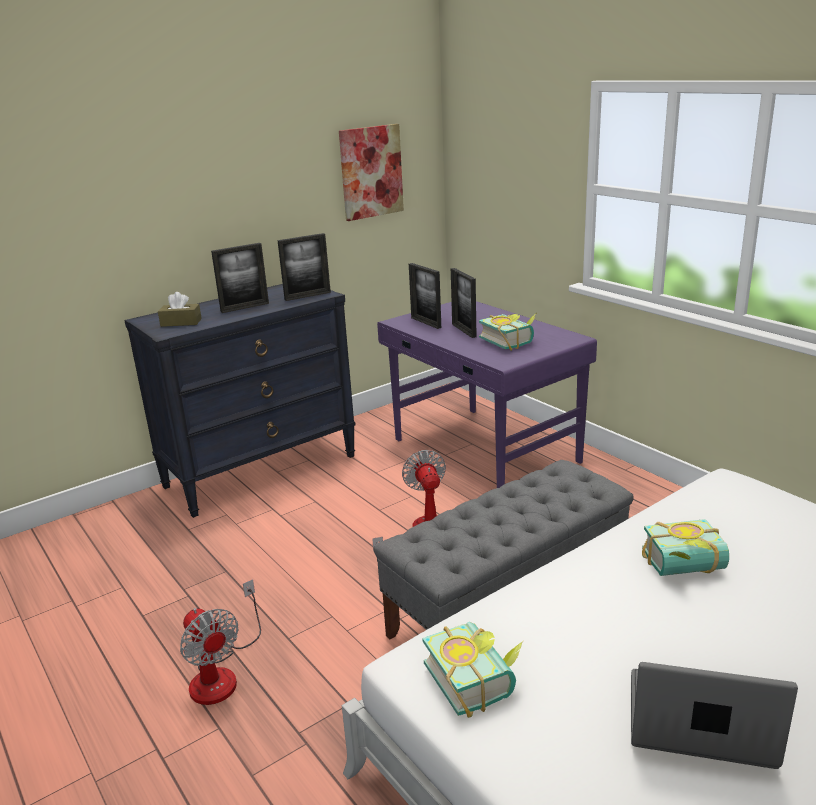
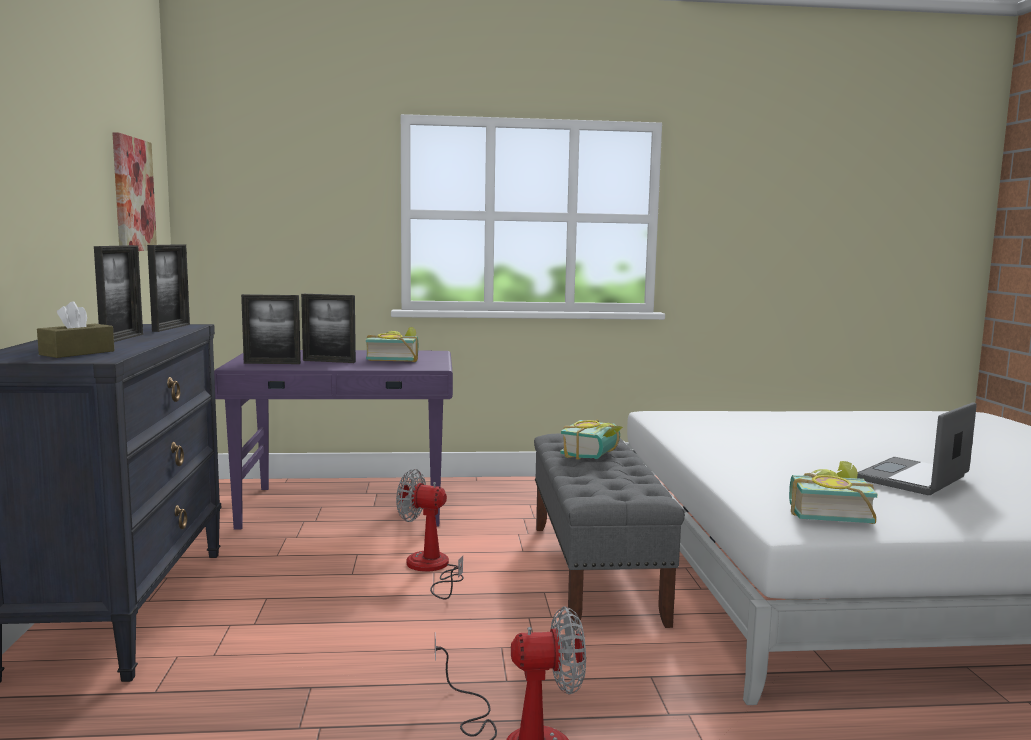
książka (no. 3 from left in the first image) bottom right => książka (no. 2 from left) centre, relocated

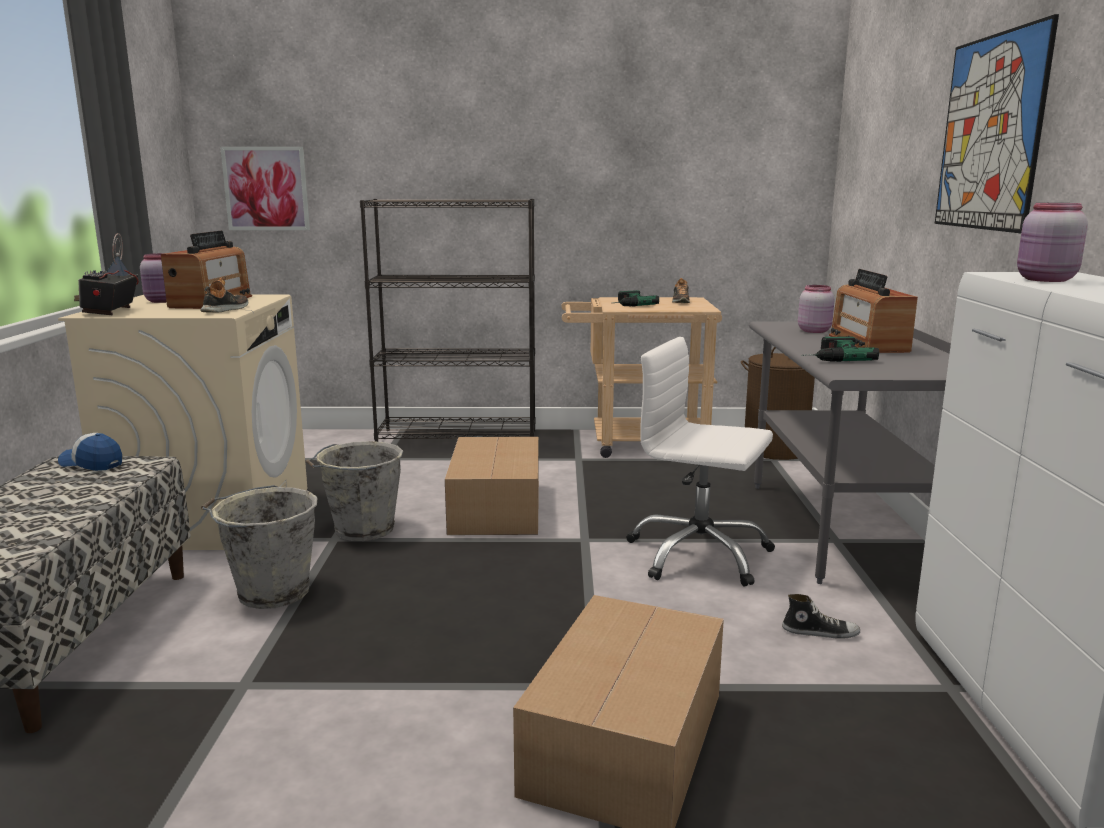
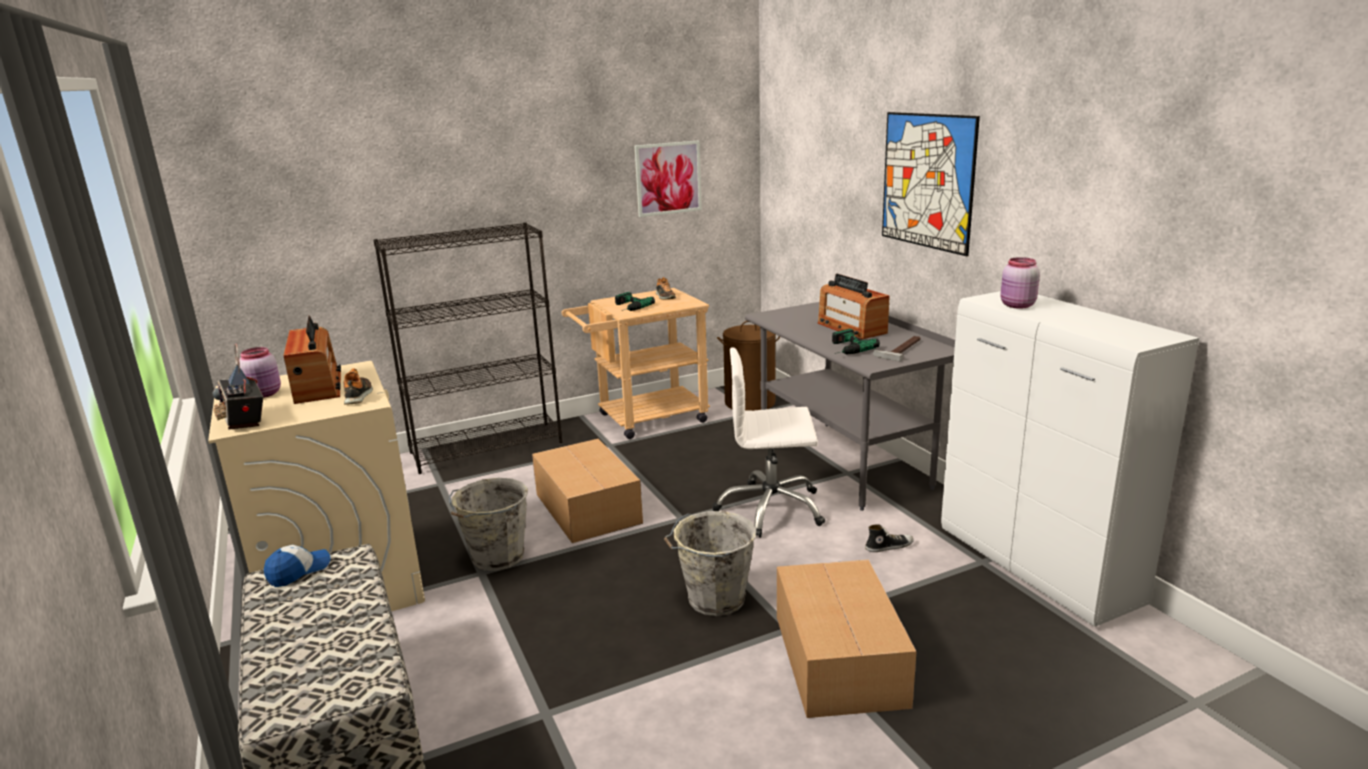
czapka z daszkiem middle left => czapka z daszkiem bottom left, 135 degrees clockwise
wiadro [szary] (no. 1 from left in the first image) middle left => wiadro [szary] (no. 2 from left) bottom centre, relocated
obraz (no. 1 from left) top left => obraz (no. 1 from left) top centre, relocated
słoik [różowy] (no. 2 from left) middle right => nothing
nothing => młotek centre

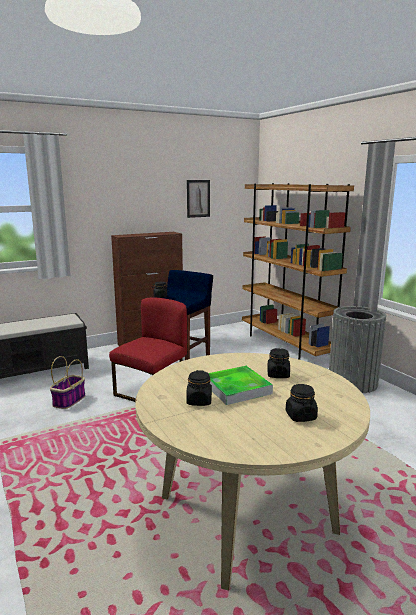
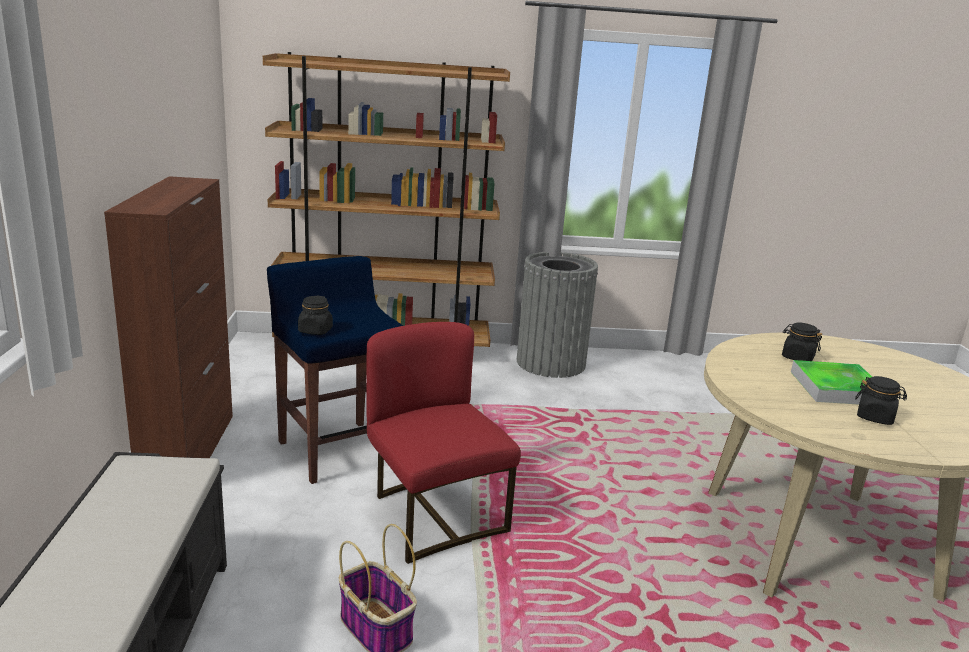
obraz top centre => nothing
słoik [czarny] (no. 4 from left) middle right => nothing

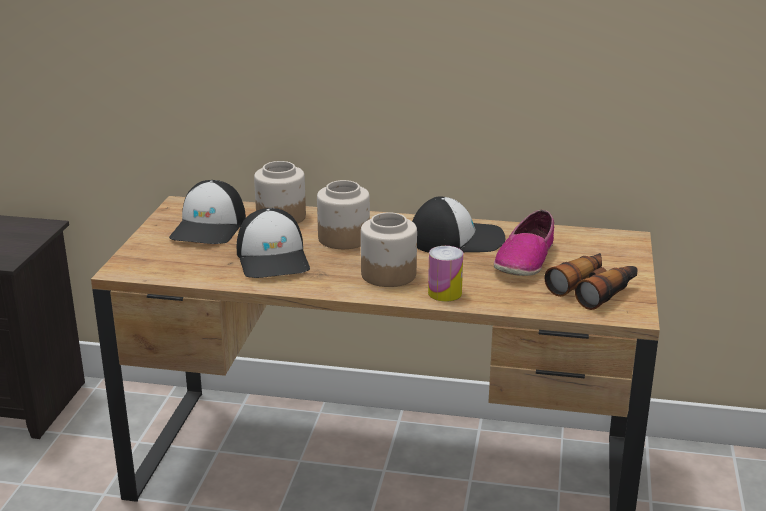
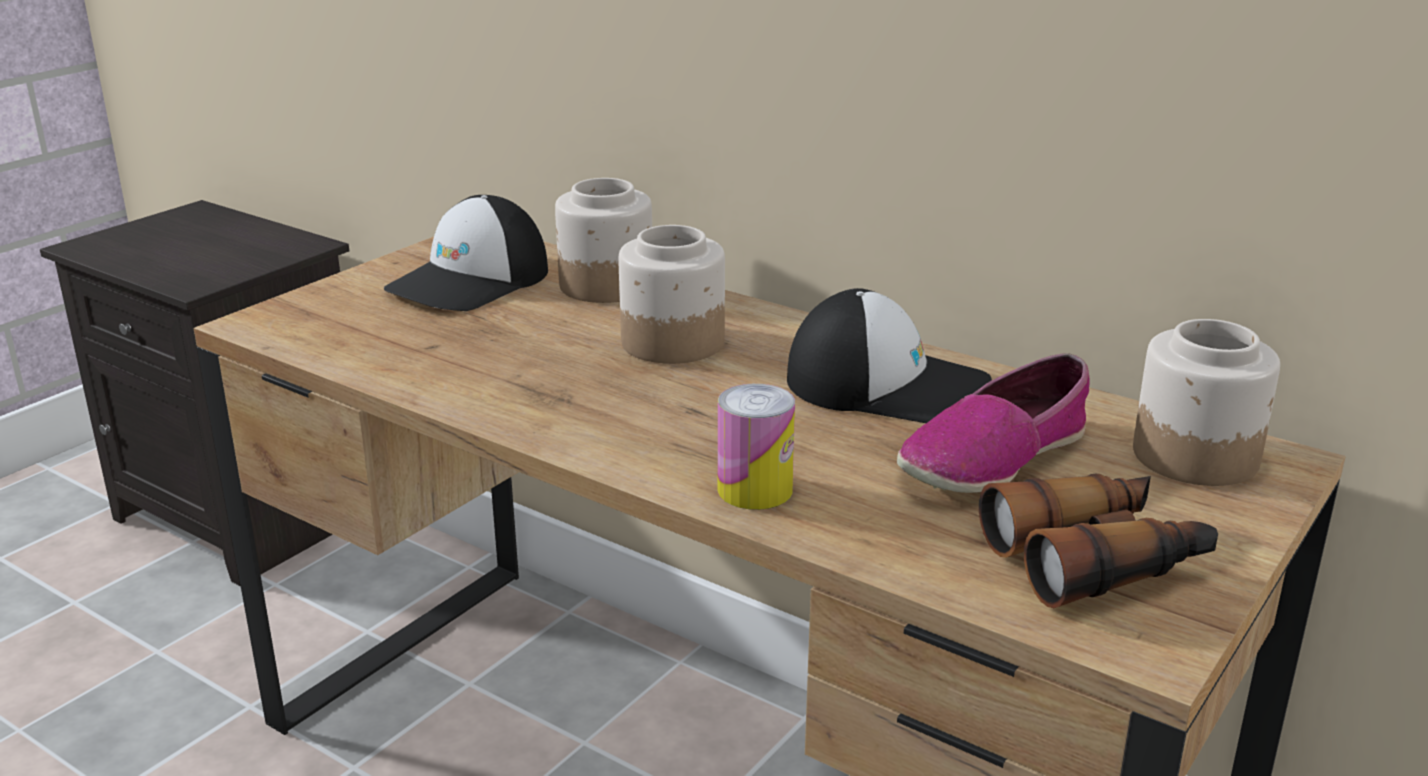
czapka z daszkiem (no. 2 from left) centre => nothing
słoik (no. 3 from left) centre => słoik (no. 3 from left) middle right, relocated

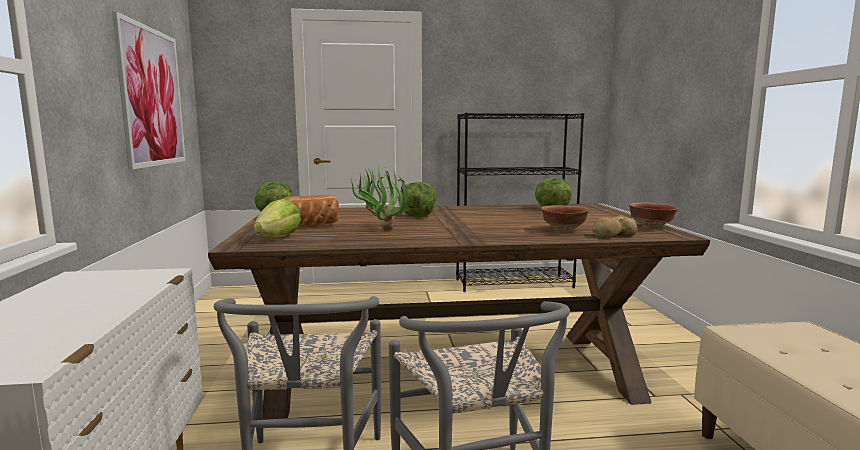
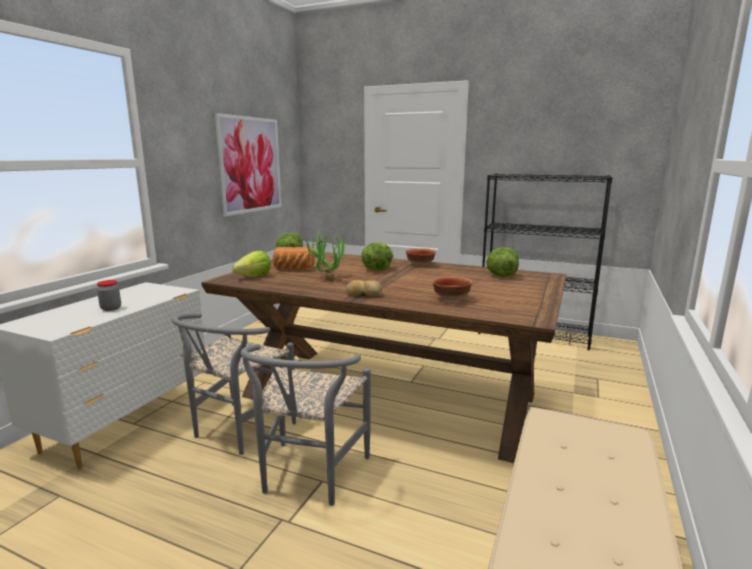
chleb (no. 2 from left) middle right => chleb (no. 2 from left) centre, relocated
miska (no. 2 from left in the first image) middle right => miska (no. 1 from left) centre, relocated
nothing => słoik middle left

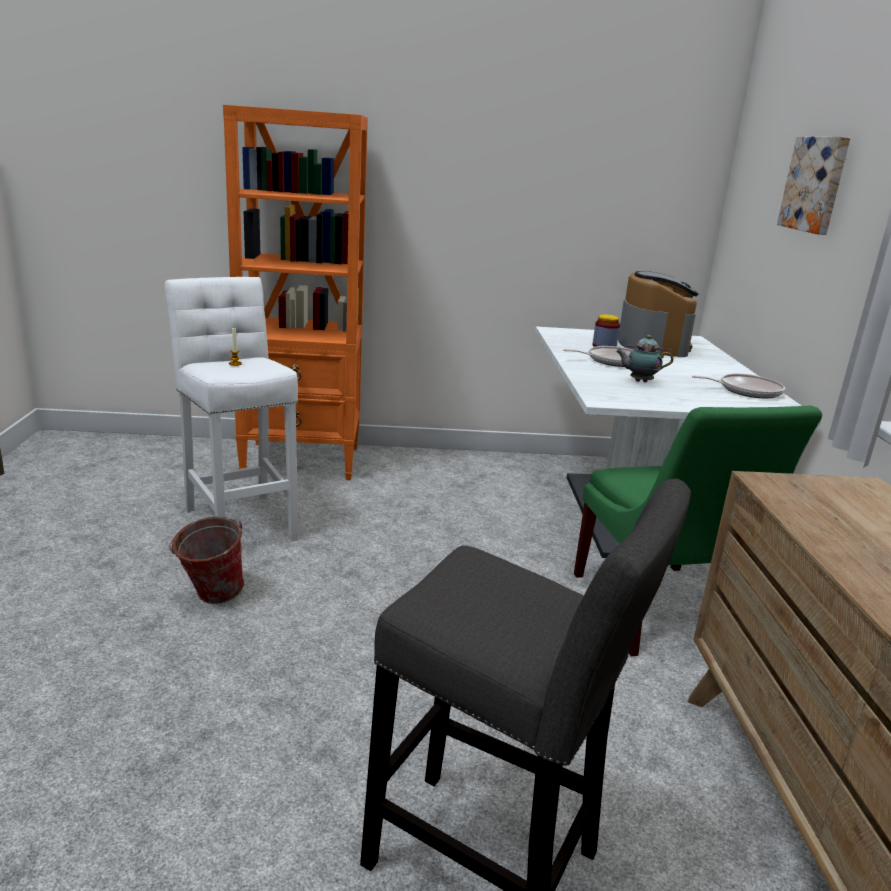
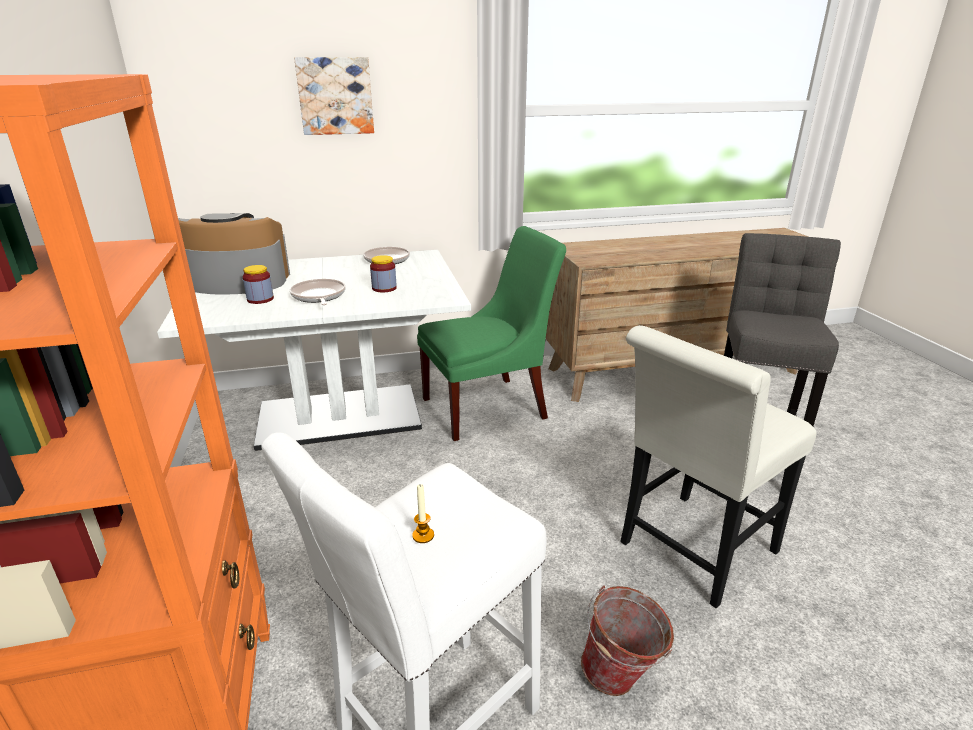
imbryk middle right => słoik (no. 2 from left) centre
nothing => krzesło [biały] middle right

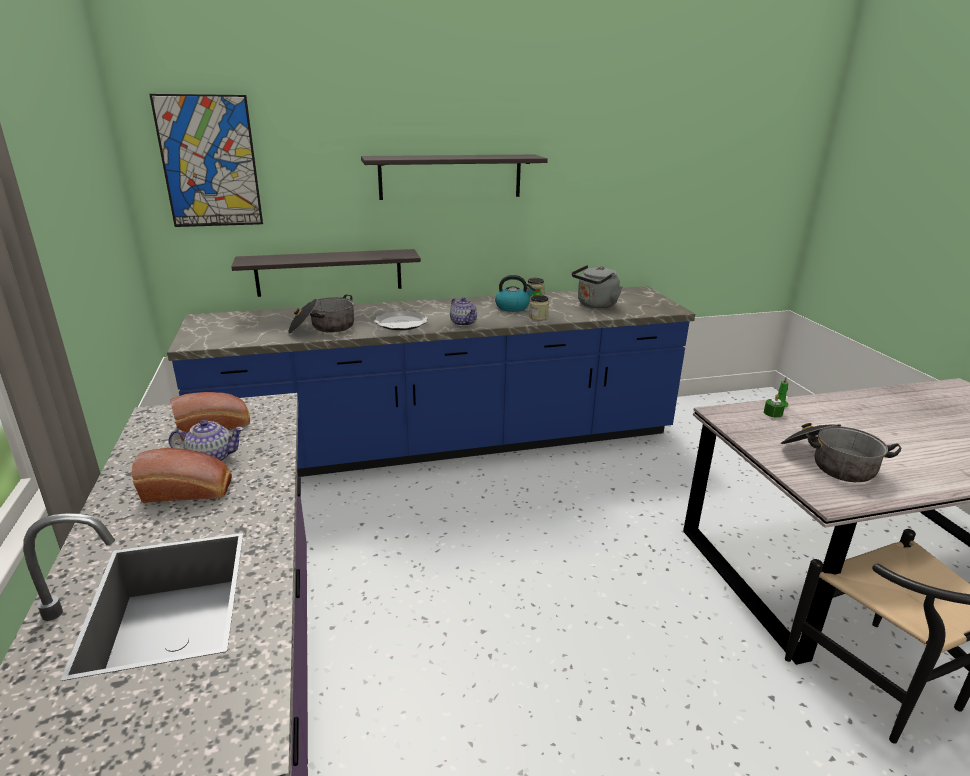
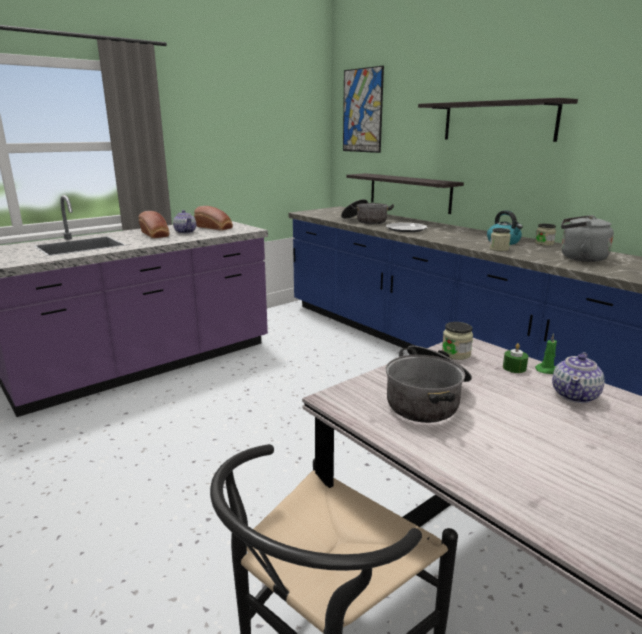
imbryk (no. 2 from left) centre => imbryk (no. 2 from left) middle right, relocated
nothing => słoik (no. 1 from left) middle right

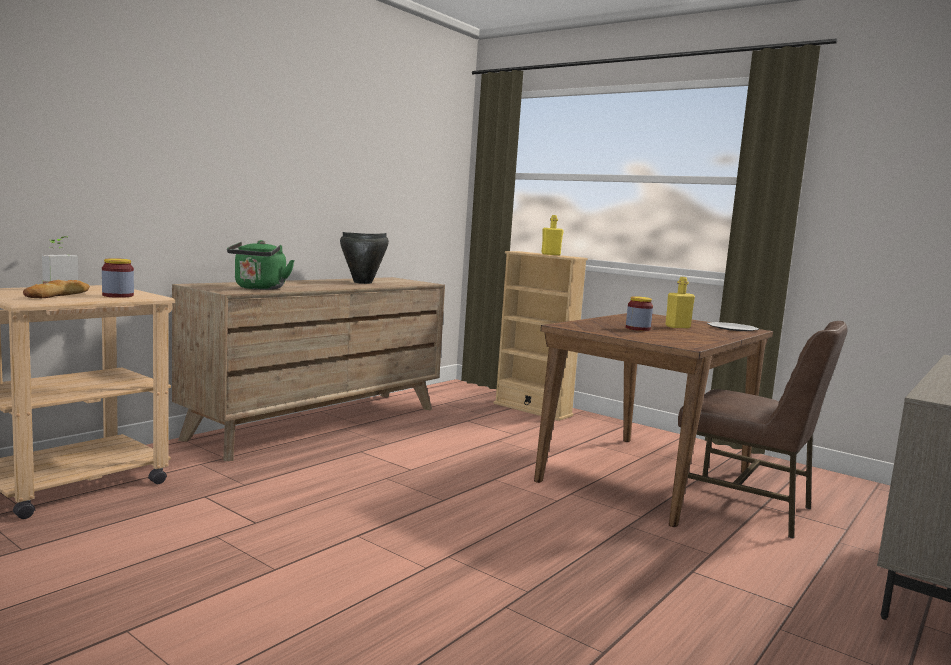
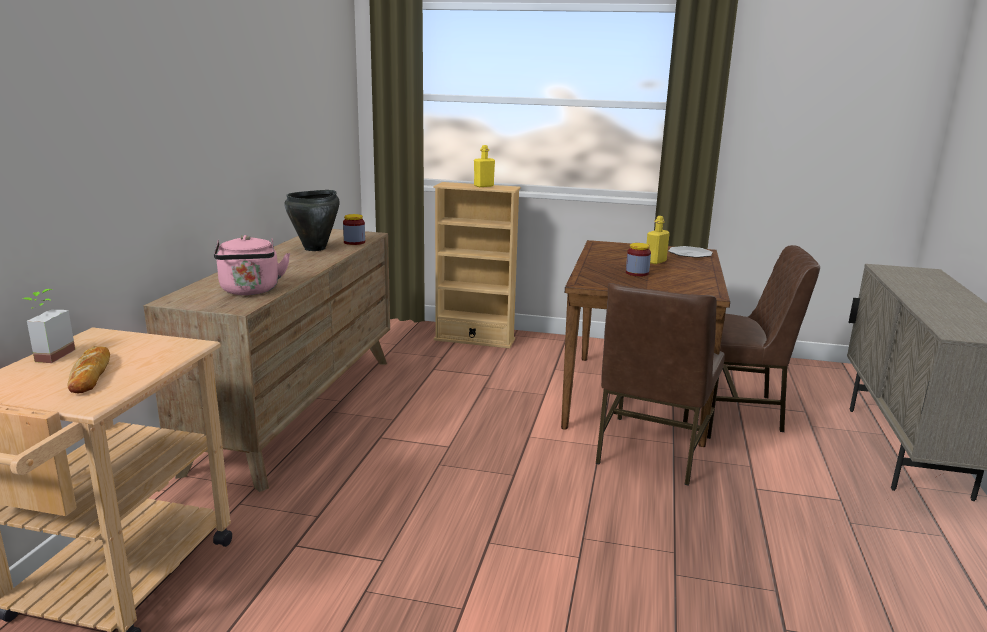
słoik (no. 1 from left) middle left => słoik (no. 1 from left) centre, relocated
czajnik [zielony] middle left => czajnik [różowy] middle left
nothing => krzesło [brązowy] (no. 1 from left) middle right

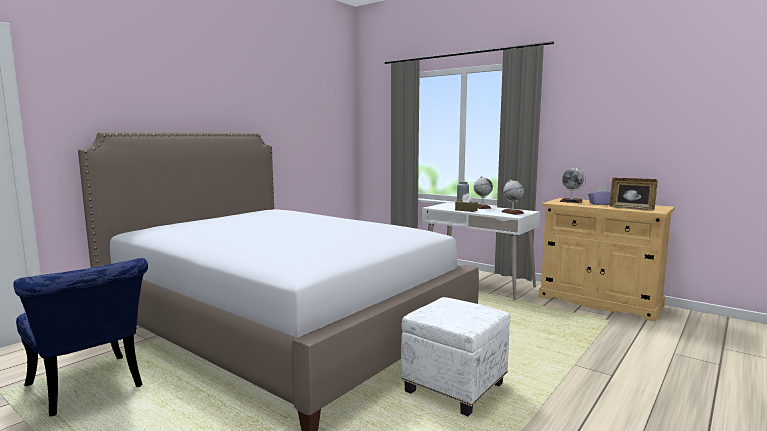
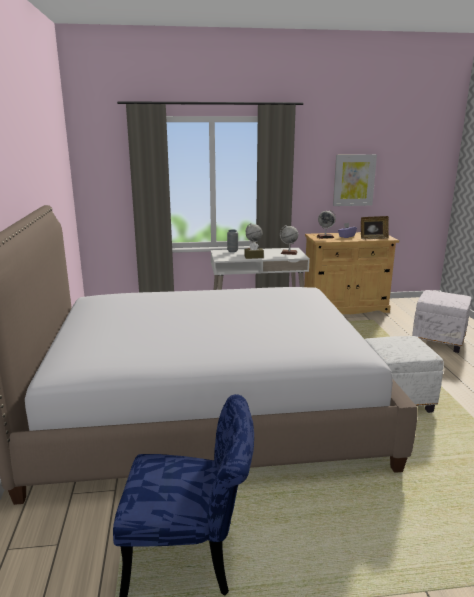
nothing => obraz top right
nothing => pufa [biały] (no. 2 from left) middle right

